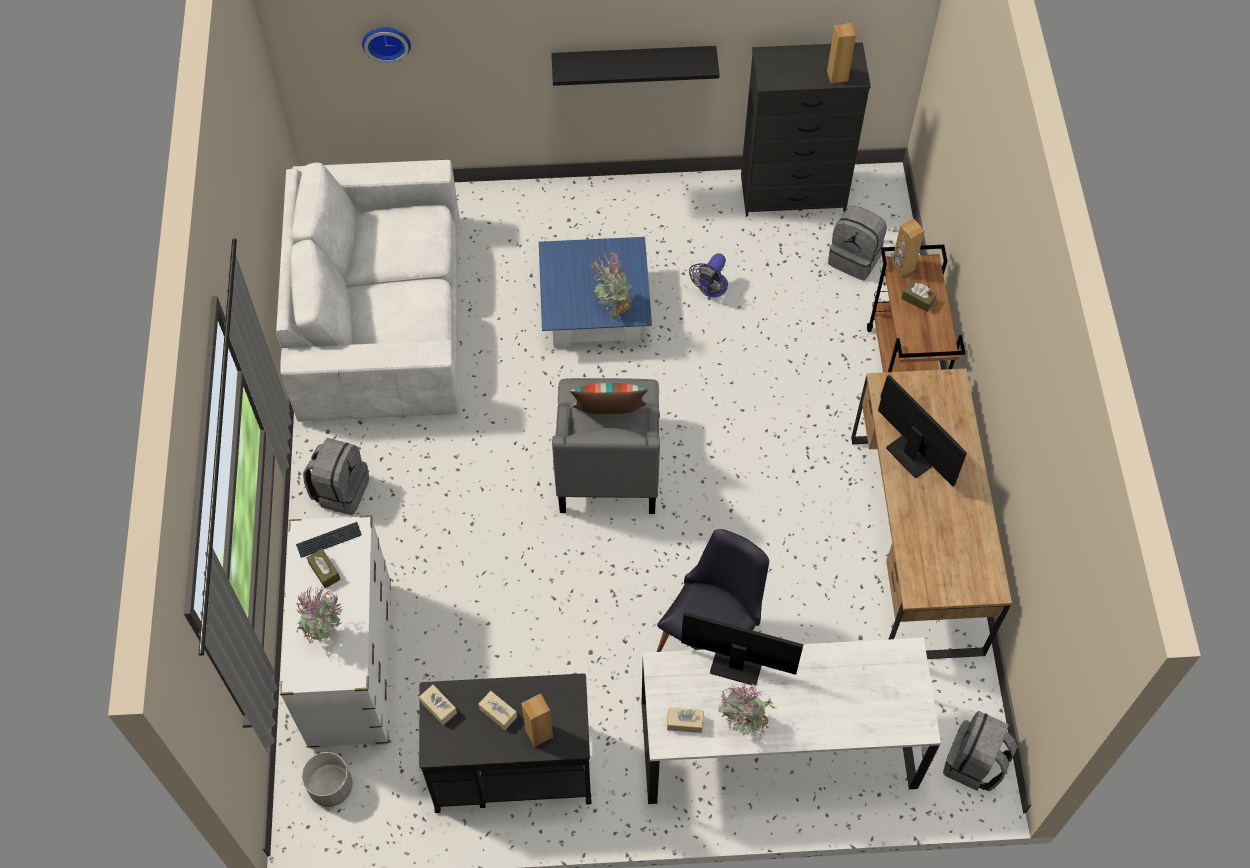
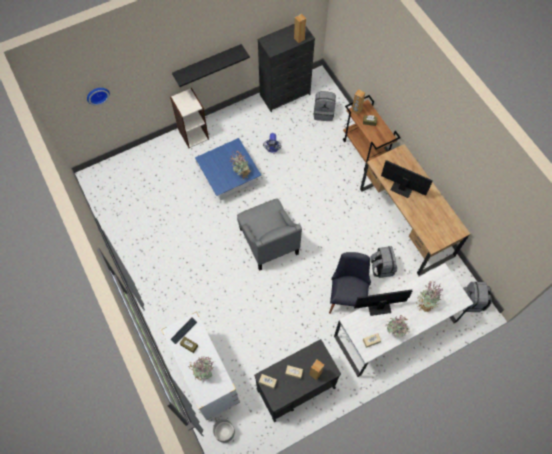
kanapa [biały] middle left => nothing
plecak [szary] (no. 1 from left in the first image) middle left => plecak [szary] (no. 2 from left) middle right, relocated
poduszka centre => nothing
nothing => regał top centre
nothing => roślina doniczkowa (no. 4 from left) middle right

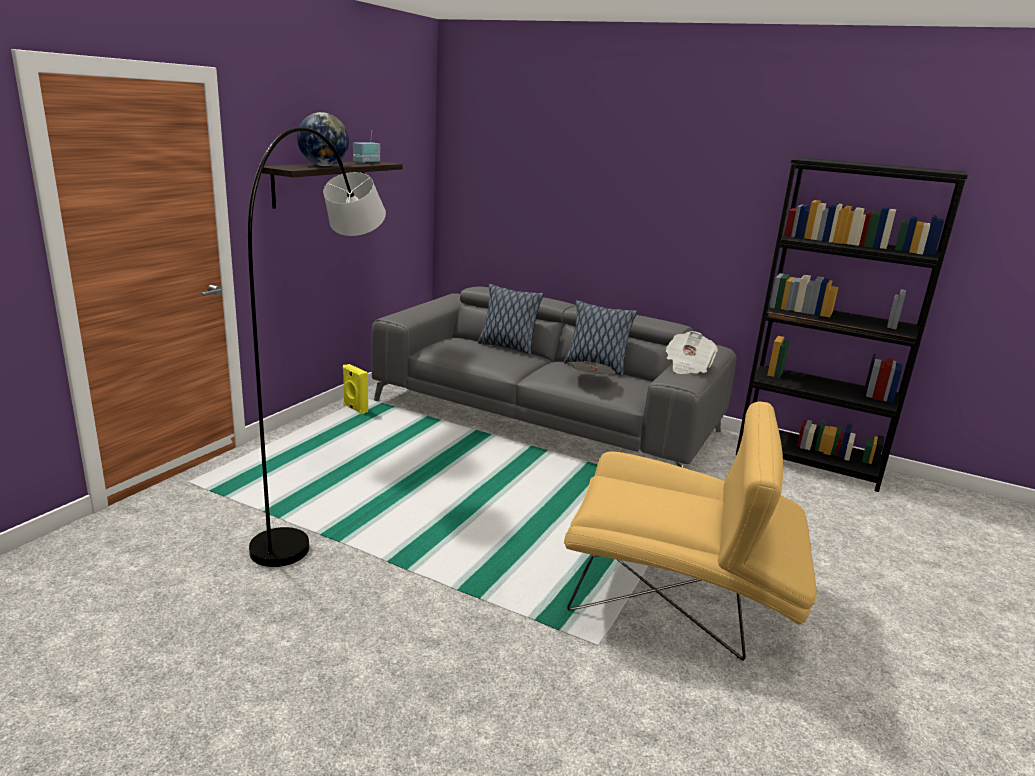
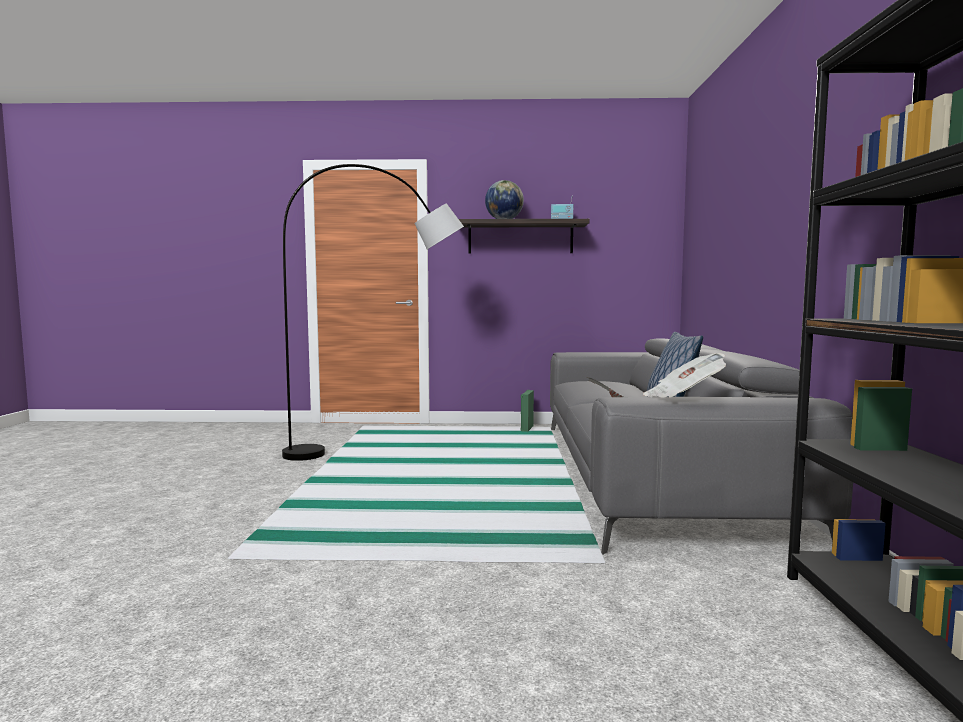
głośnik [żółty] centre => głośnik [zielony] centre
poduszka (no. 1 from left) centre => nothing
fotel [żółty] bottom right => nothing

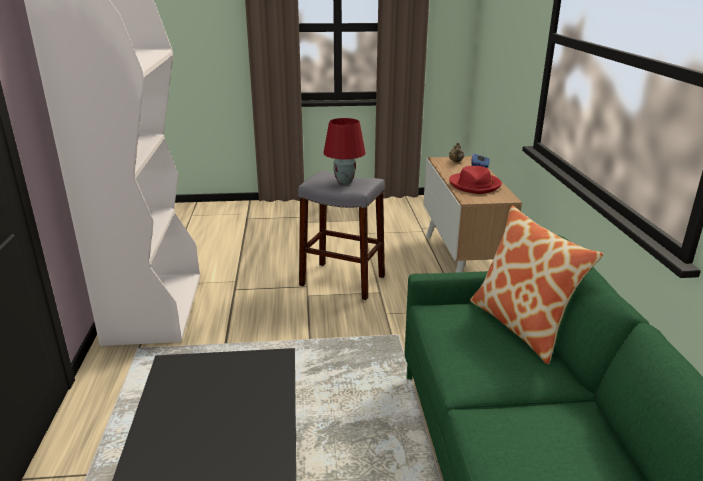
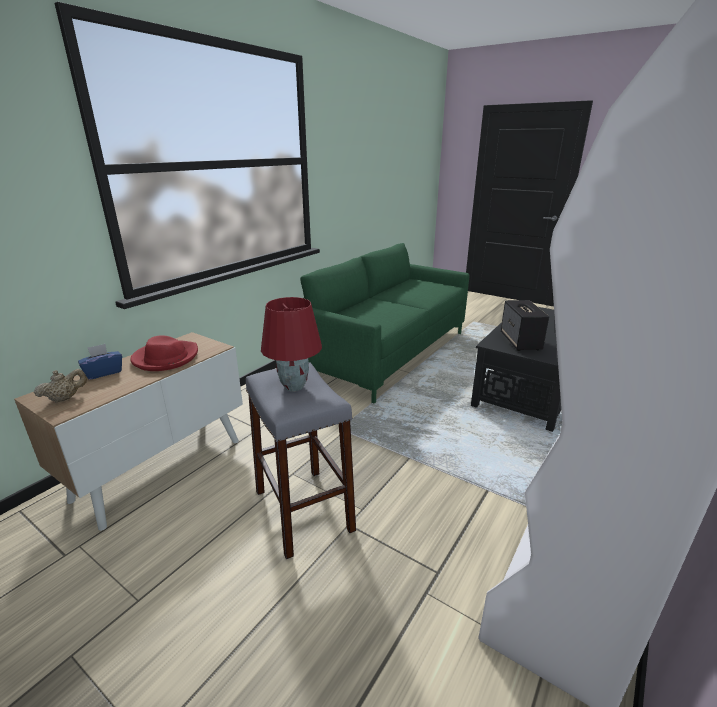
poduszka middle right => nothing
nothing => głośnik middle right

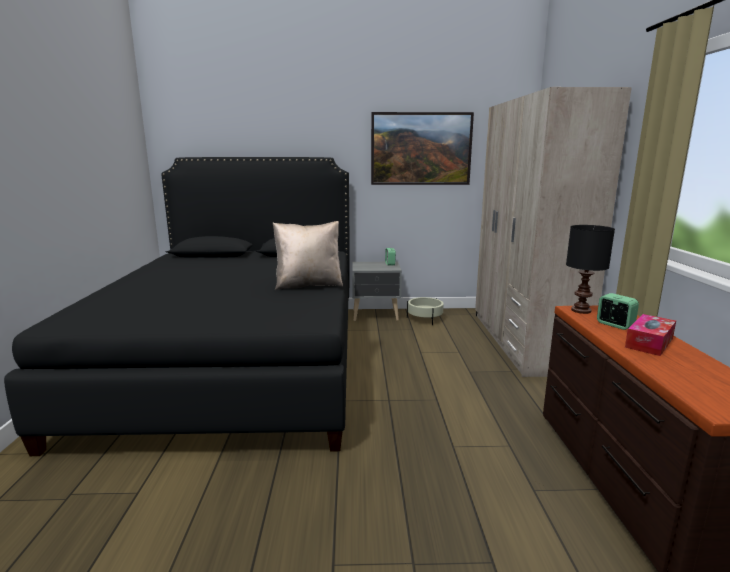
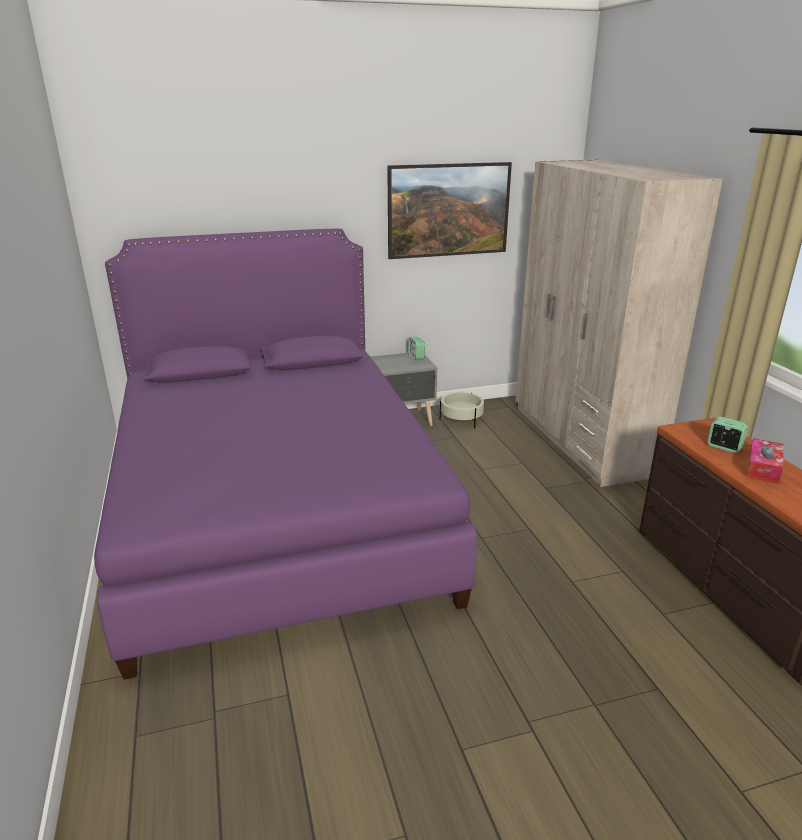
łóżko [czarny] middle left => łóżko [fioletowy] centre
poduszka [beżowy] centre => nothing
lampa stołowa [czarny] middle right => nothing

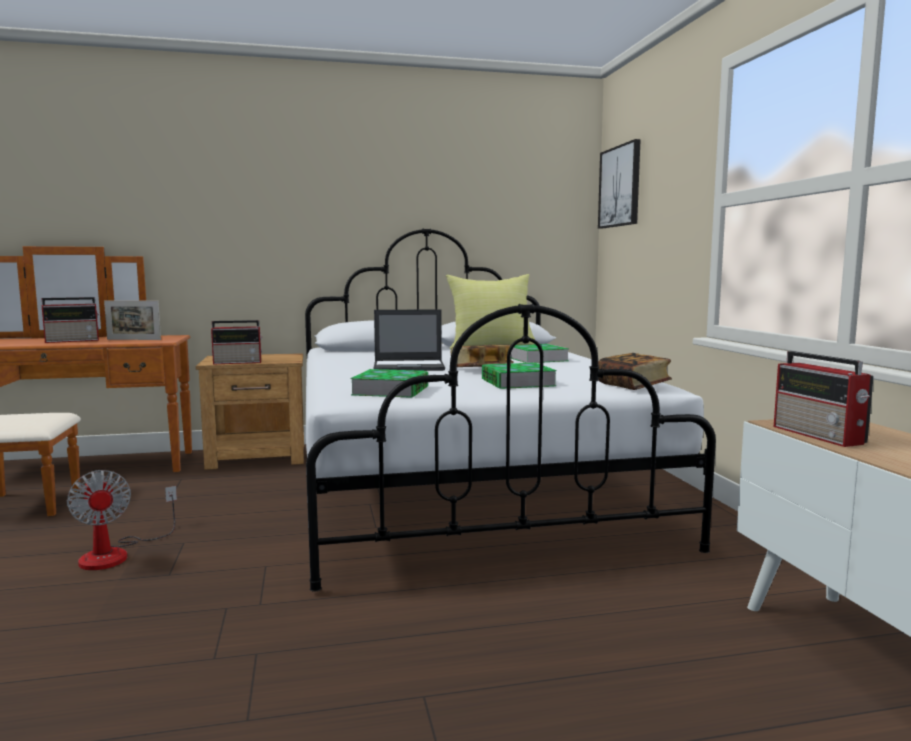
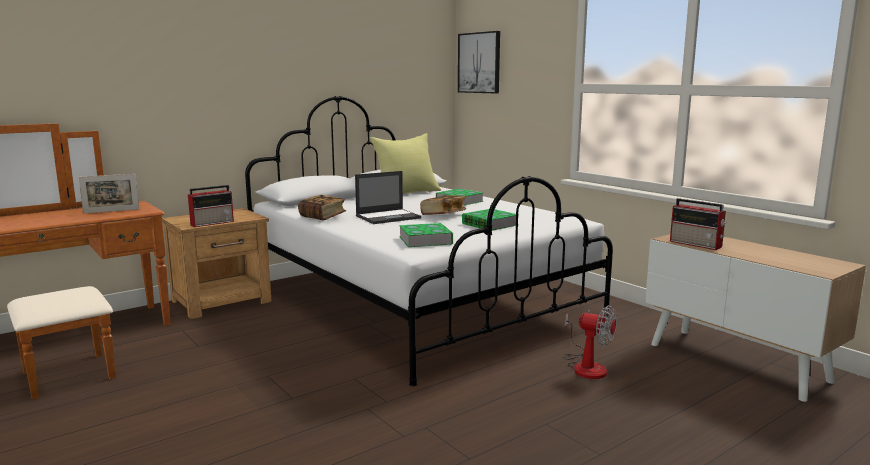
radio (no. 1 from left) middle left => nothing
wentylator bottom left => wentylator bottom right, relocated
książka (no. 5 from left in the first image) middle right => książka (no. 1 from left) centre, relocated

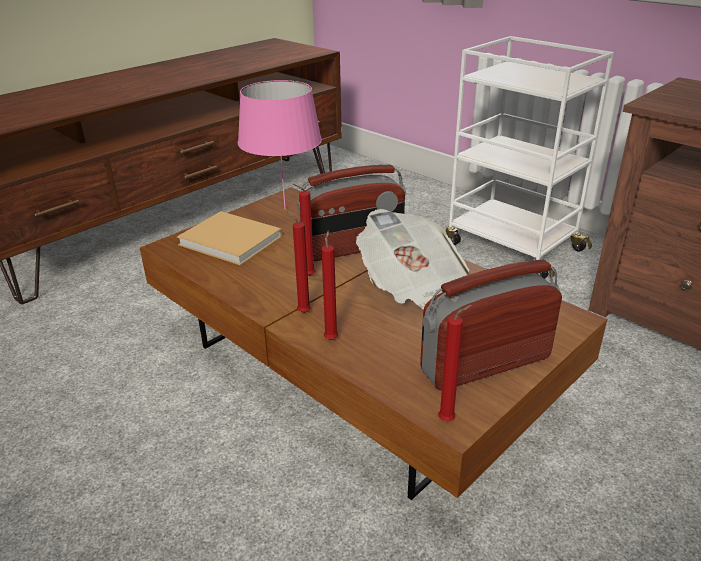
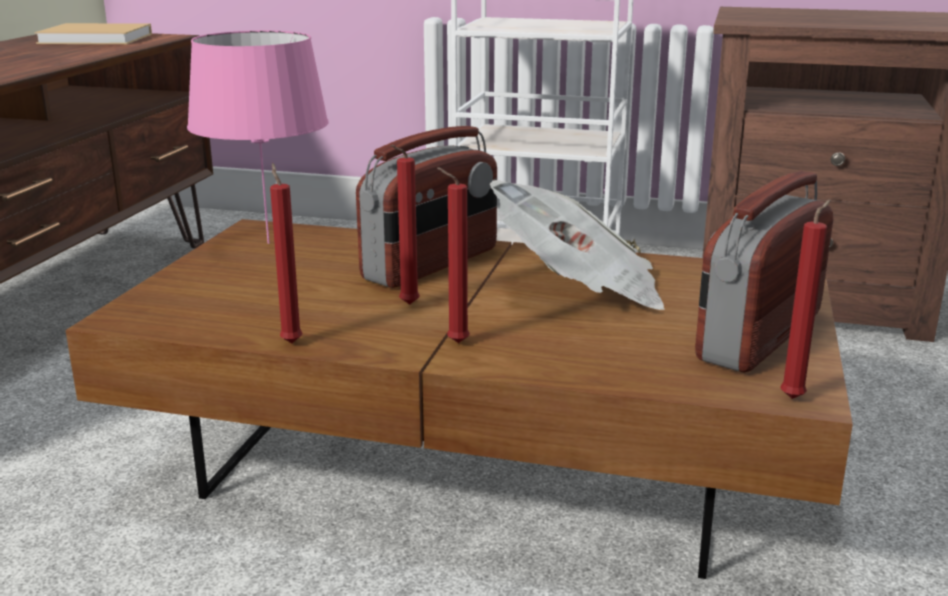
książka [beżowy] middle left => książka [beżowy] top left, relocated
świeca [czerwony] (no. 3 from left in the first image) centre => świeca [czerwony] (no. 1 from left) middle left, relocated

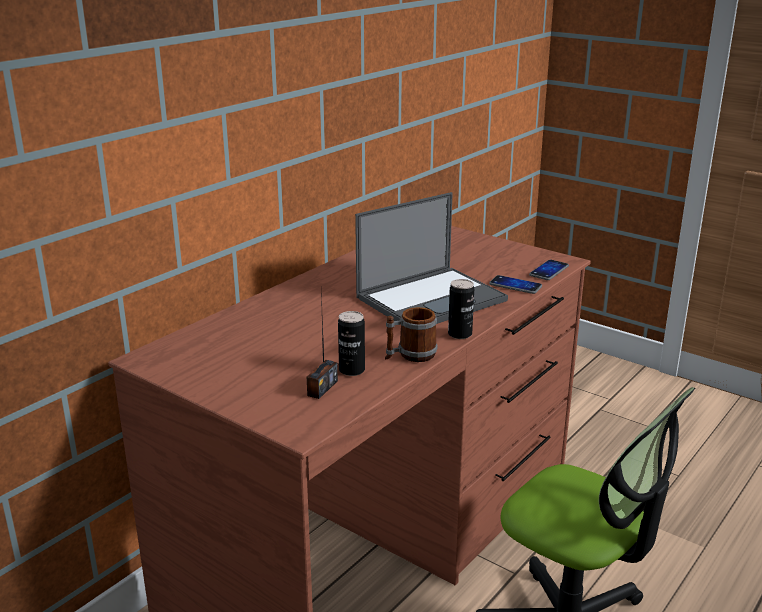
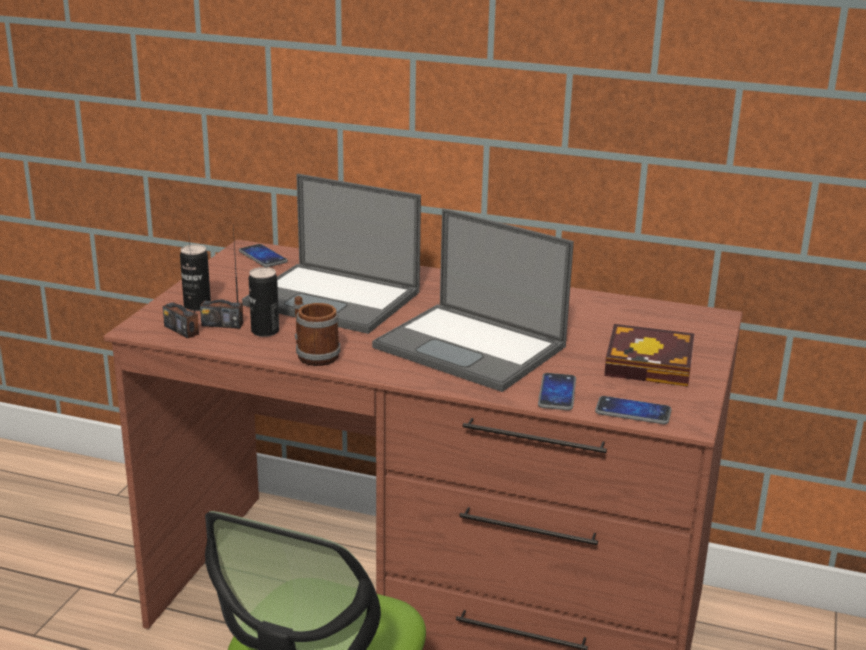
puszka (no. 2 from left in the first image) centre => puszka (no. 1 from left) middle left, relocated
nothing => radio (no. 1 from left) middle left
nothing => telefon (no. 1 from left) middle left
nothing => laptop (no. 1 from left) centre
nothing => książka middle right

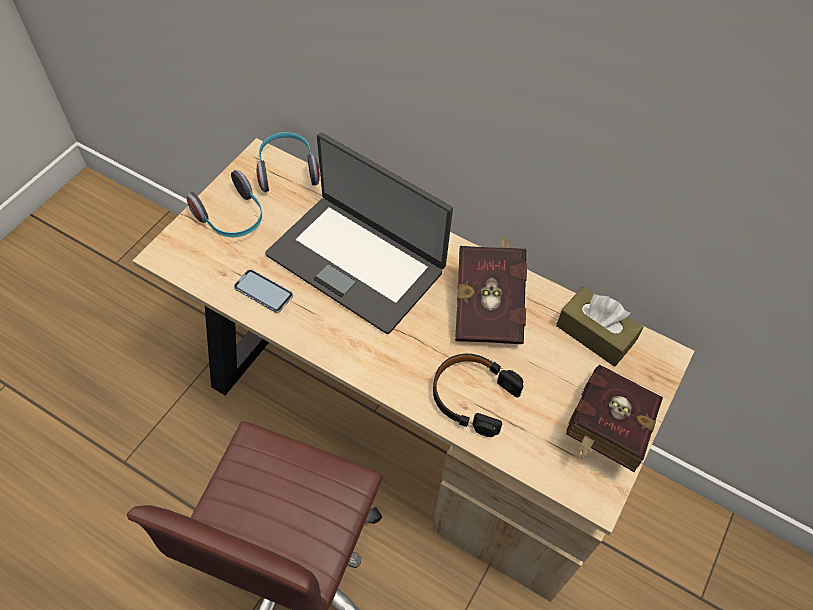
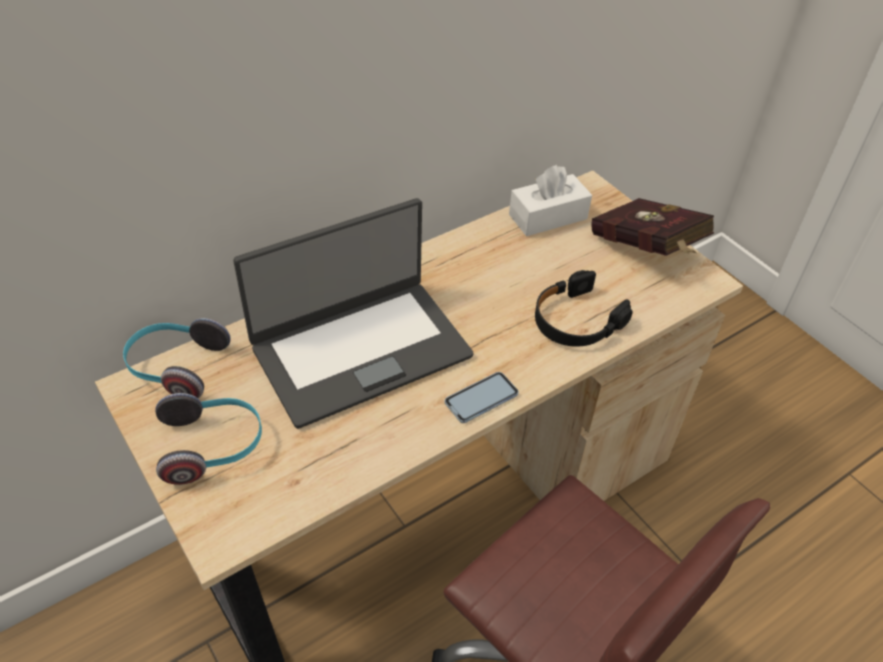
telefon middle left => telefon centre, relocated
książka [czerwony] (no. 1 from left) centre => nothing
pudełko chusteczek [brązowy] middle right => pudełko chusteczek [biały] top centre

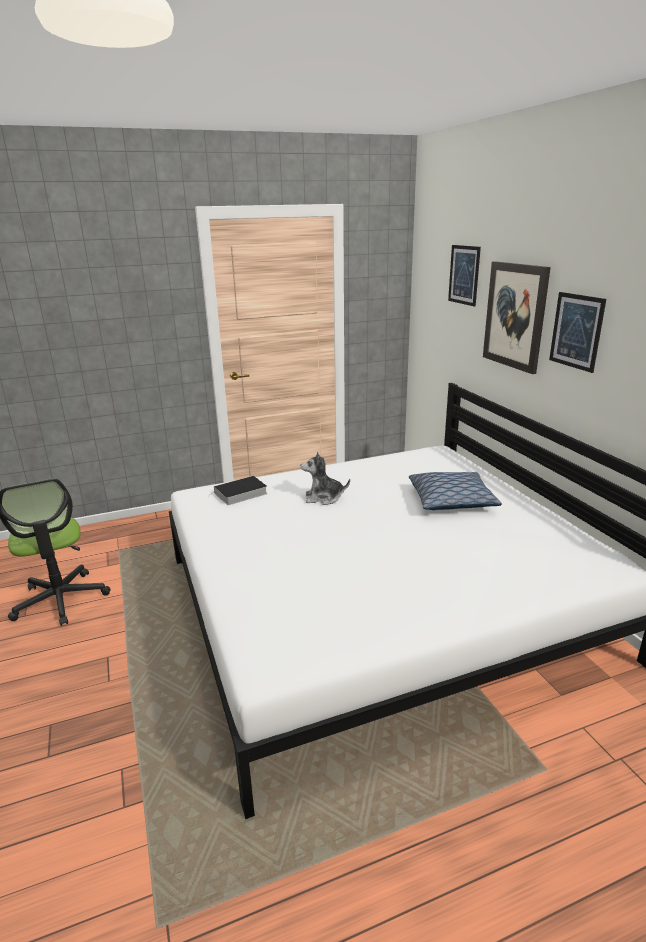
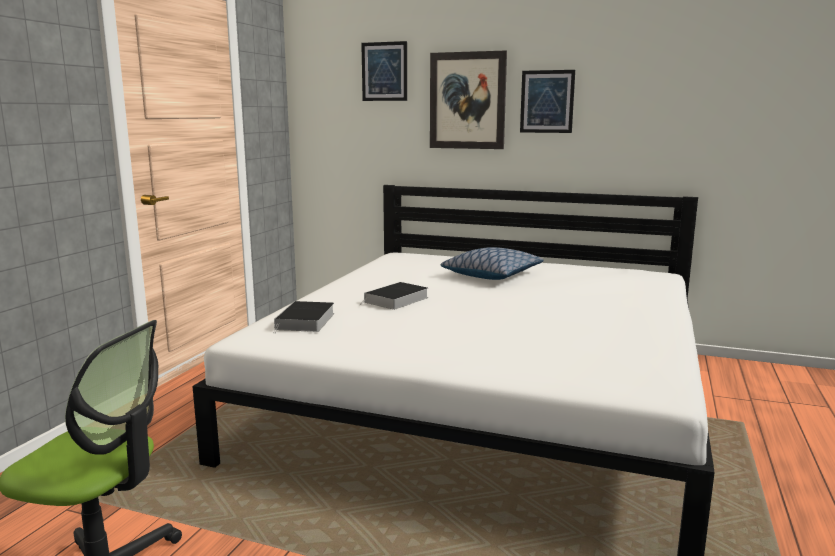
pluszak centre => książka (no. 2 from left) centre

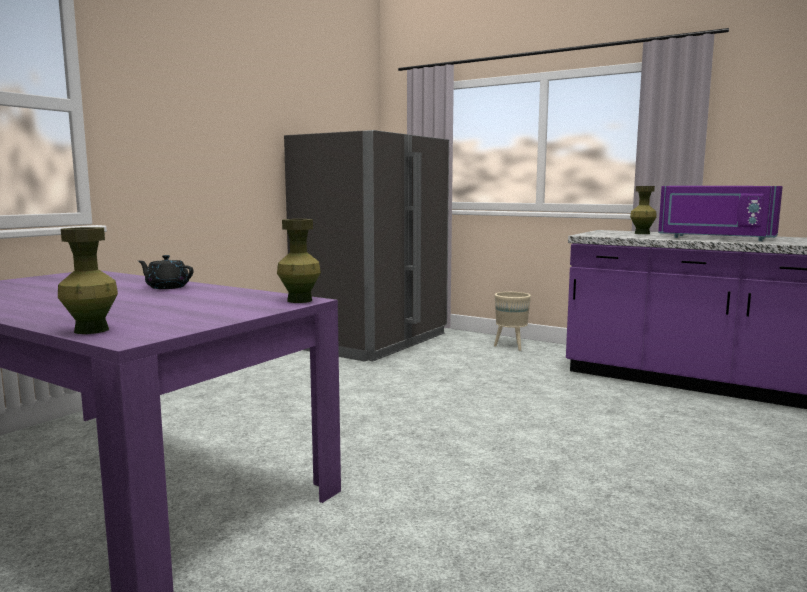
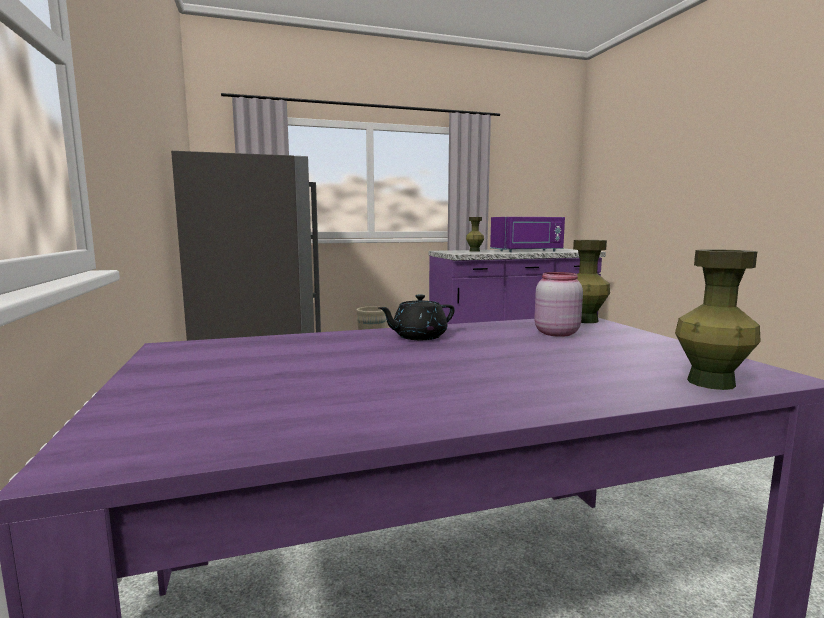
nothing => słoik [różowy] middle right

